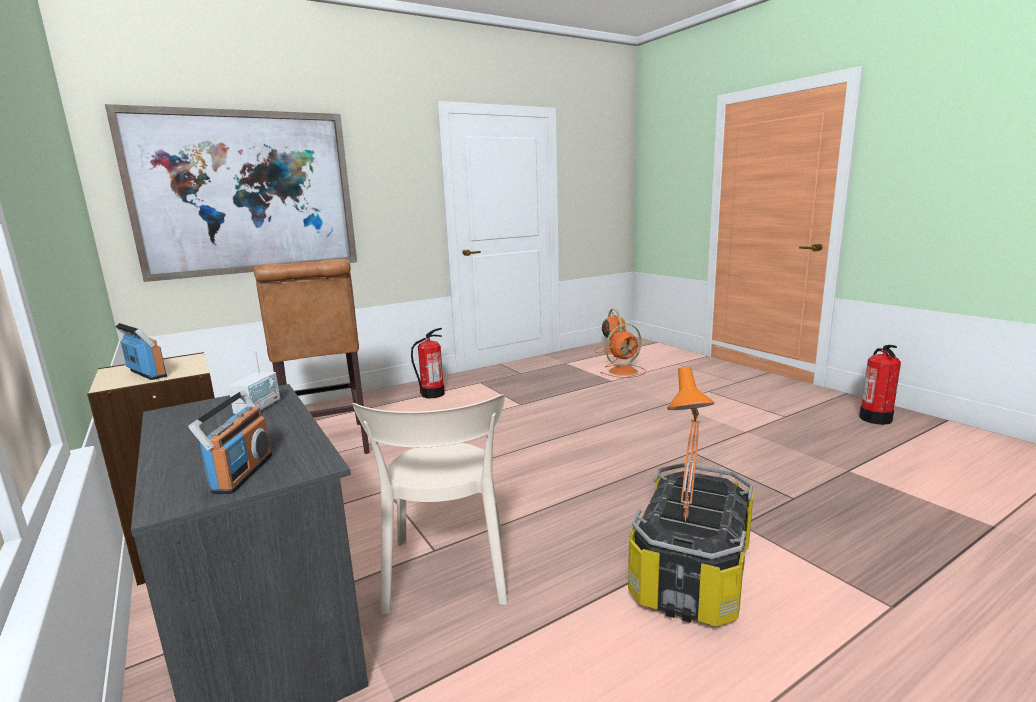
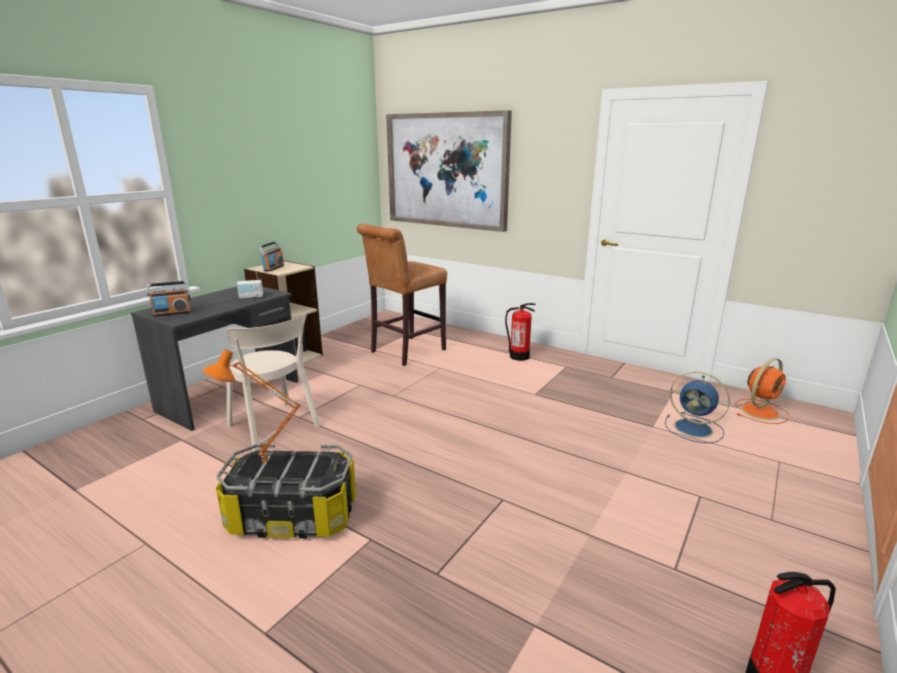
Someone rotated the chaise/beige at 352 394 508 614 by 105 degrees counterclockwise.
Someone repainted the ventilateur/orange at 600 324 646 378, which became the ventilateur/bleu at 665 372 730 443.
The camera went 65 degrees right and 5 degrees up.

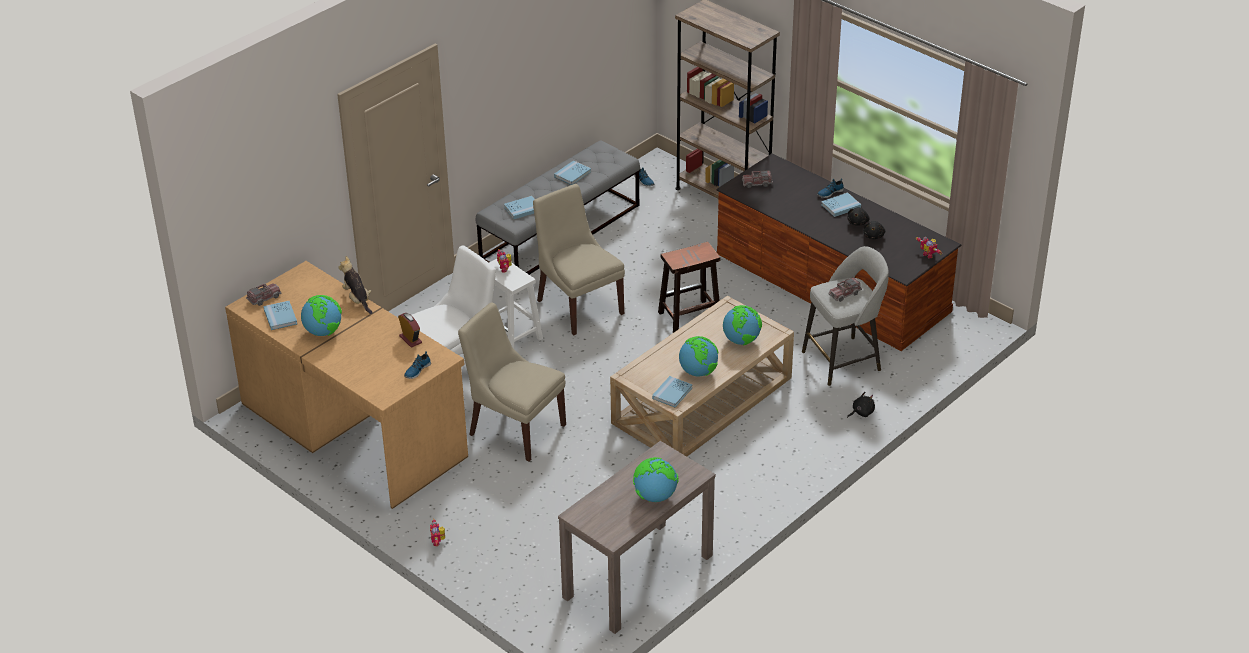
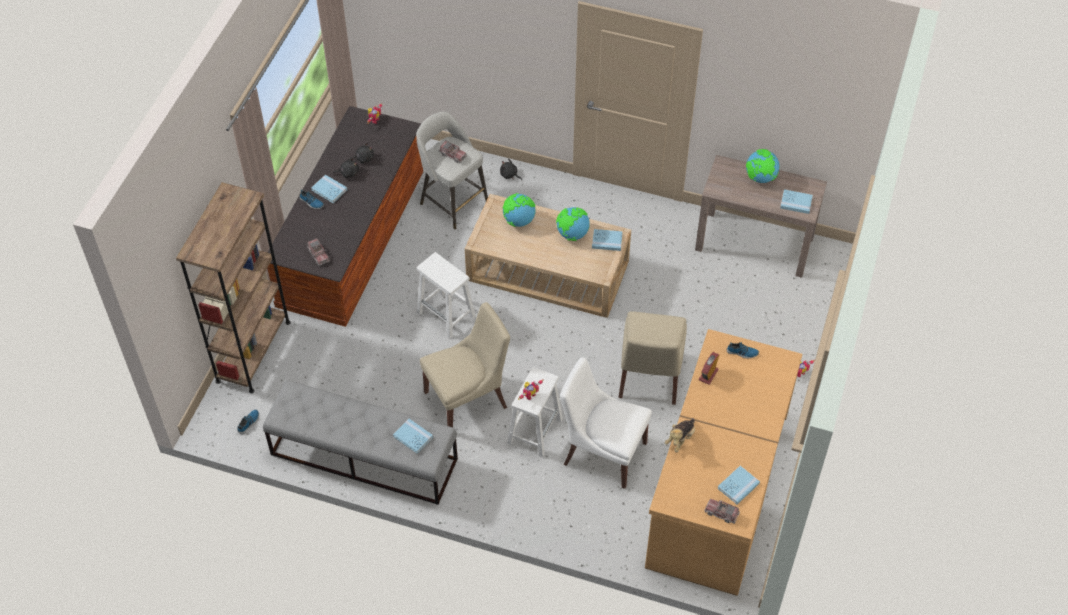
Someone took away the globe at 301 295 342 336.
Someone rotated the chaise/beige at 533 184 625 335 by 150 degrees counterclockwise.
Someone carried the livre/bleu from 554 160 591 185 to 780 189 813 214.
Someone repainted the tabouret/marron at 658 242 720 333, which became the tabouret/blanc at 416 252 476 338.
The camera went 115 degrees left and 15 degrees up.

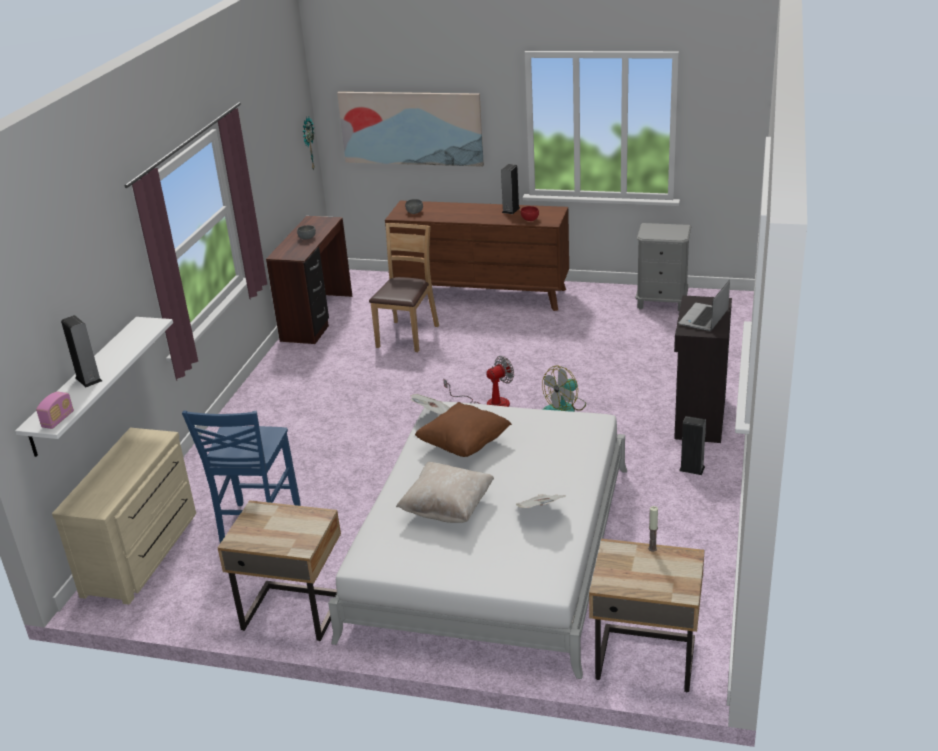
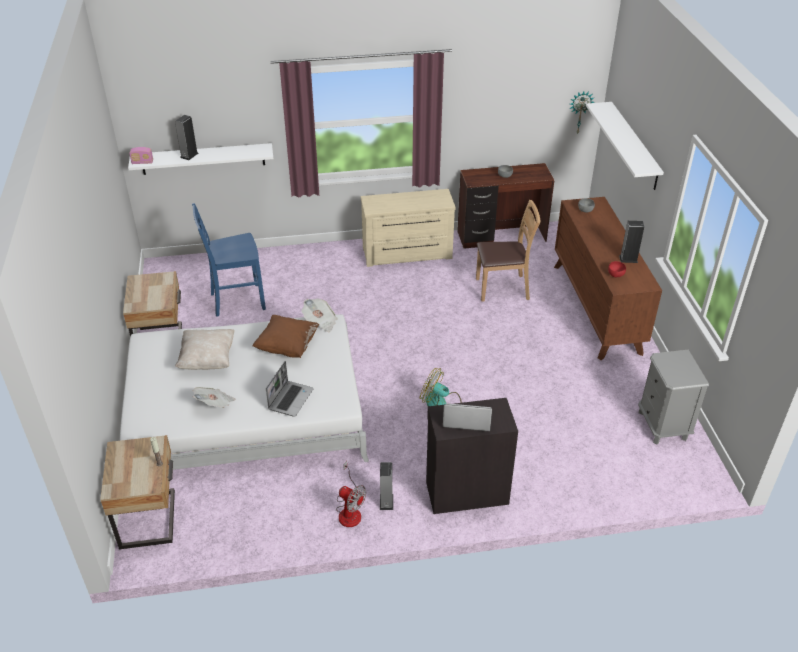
Someone carried the commode/beige from 52 428 196 605 to 361 189 455 267.
Someone swapped the tableau at 337 92 484 167 for the étagère/blanc at 586 102 664 190.
Someone carried the ventilateur from 444 356 514 407 to 336 461 366 527.
Someone put down the ordinateur portable at 266 361 313 417.
The camera went 65 degrees right and 10 degrees up.

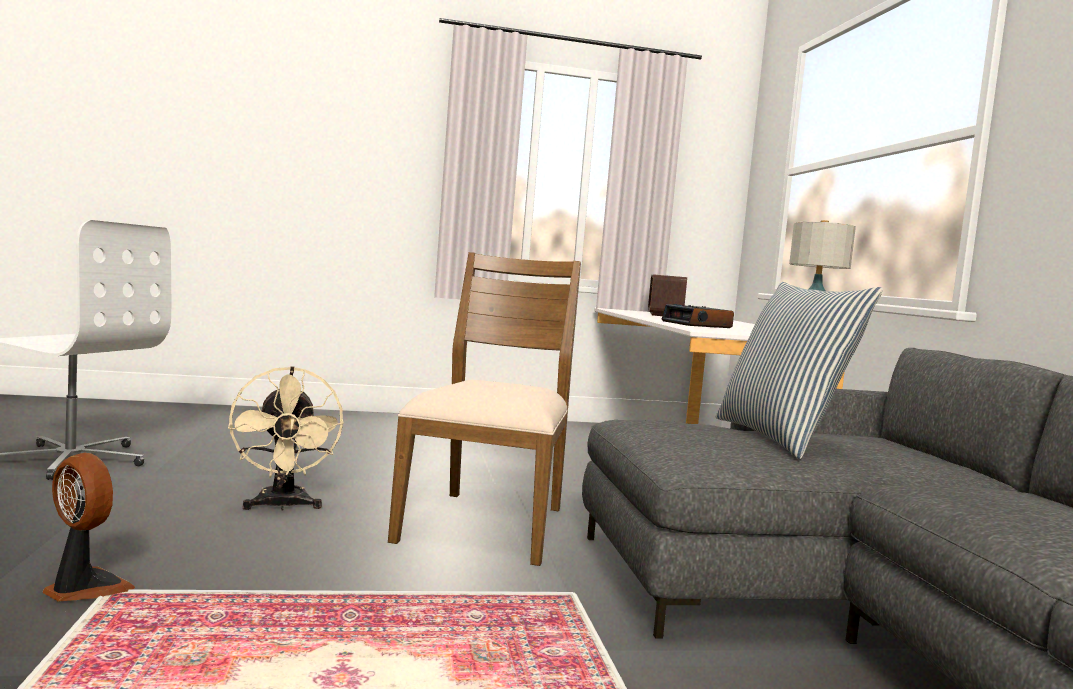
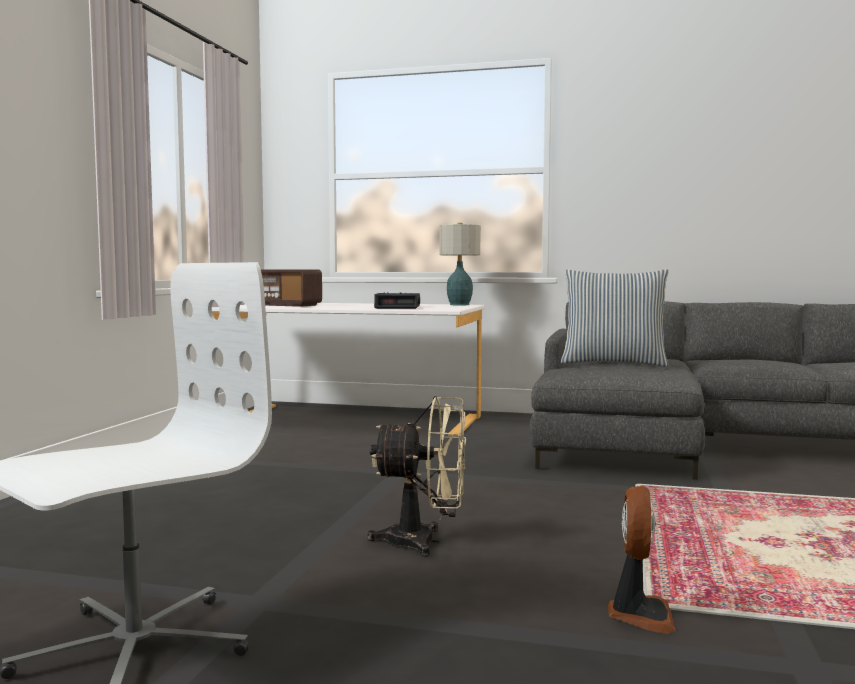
Someone rotated the ventilateur at 43 453 135 601 by 135 degrees clockwise.
Someone took away the chaise/marron at 388 252 581 566.
The camera went 65 degrees left and 0 degrees up.

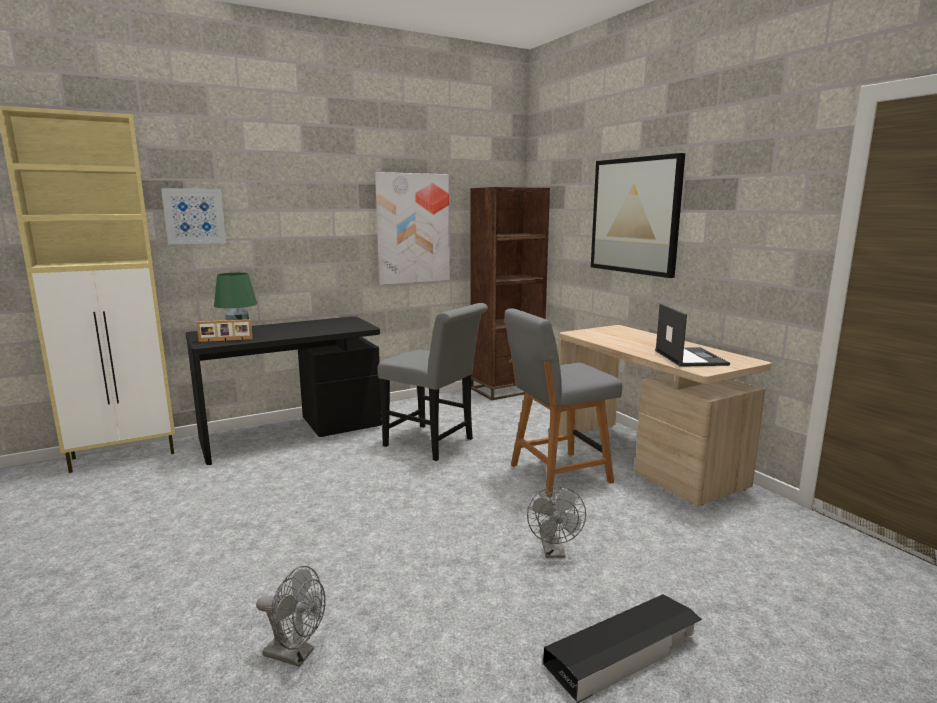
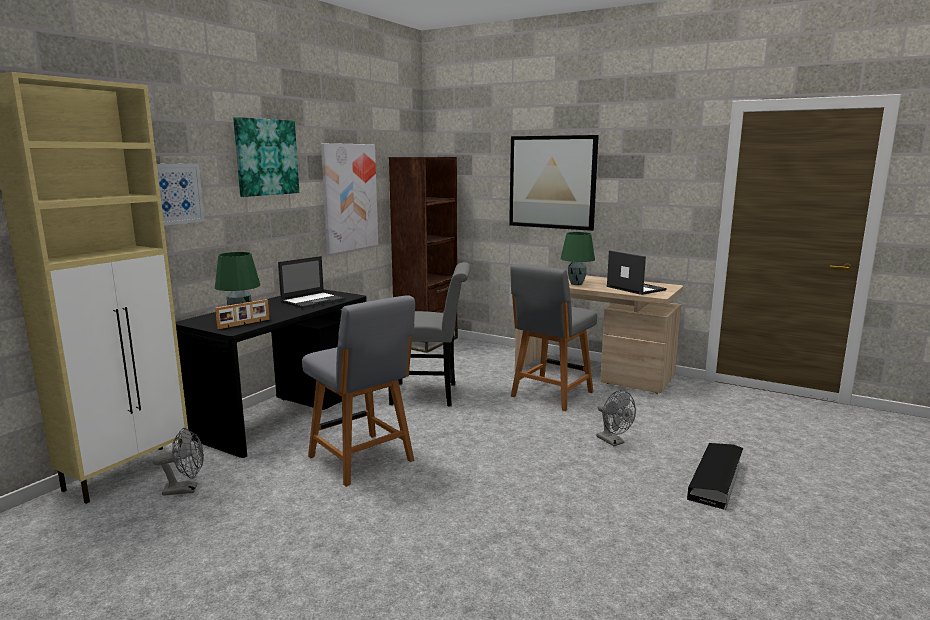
Someone carried the ventilateur/gris from 256 566 326 667 to 153 428 204 496.
Someone put up the tableau at 233 117 299 197.
Someone put down the ordinateur portable at 278 256 346 309.
Someone put down the chaise/gris at 302 295 415 487.
Someone put down the lampe de table/vert at 560 232 595 285.
The camera went 30 degrees left and 0 degrees up.

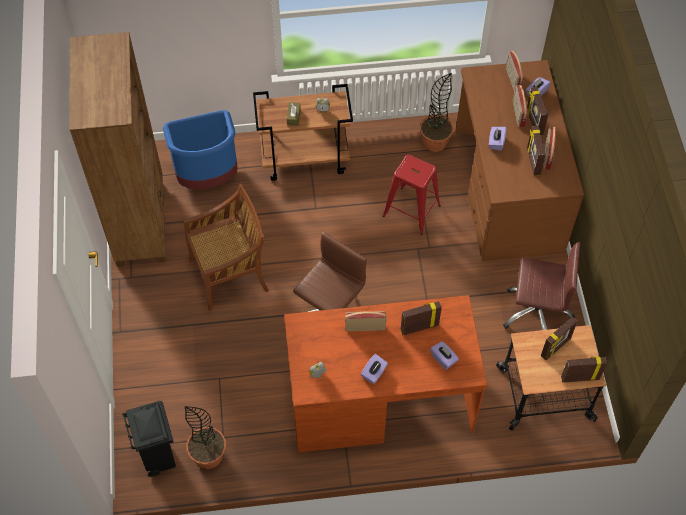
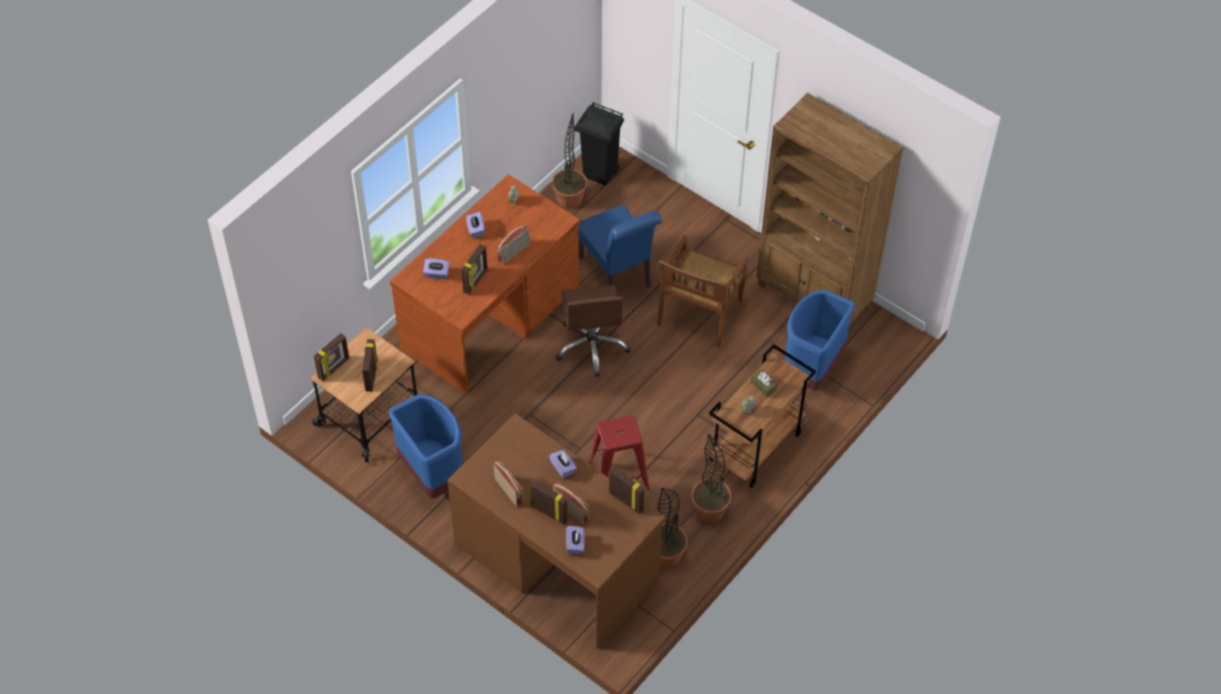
Someone swapped the chaise de bureau/marron at 503 242 580 330 for the poubelle/bleu at 389 394 463 499.
Someone took away the radio at 506 51 524 91.
Someone carried the cadre photo from 527 126 546 176 to 608 467 646 514.
Someone put down the chaise/bleu at 578 205 662 287.
Someone put down the plante en pot at 691 433 732 523.
The camera went 135 degrees right and 5 degrees down.

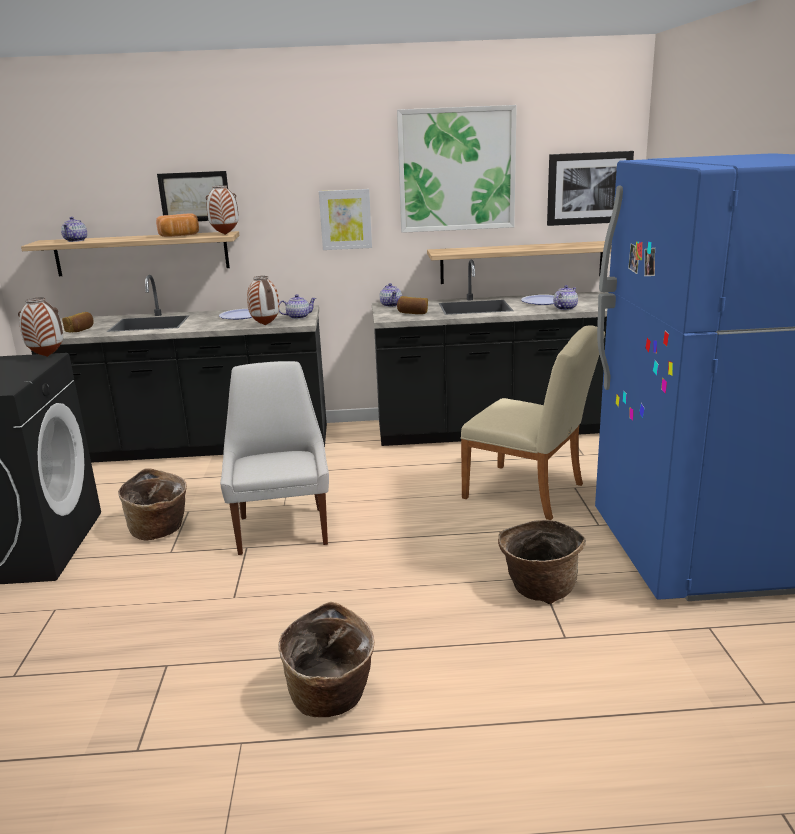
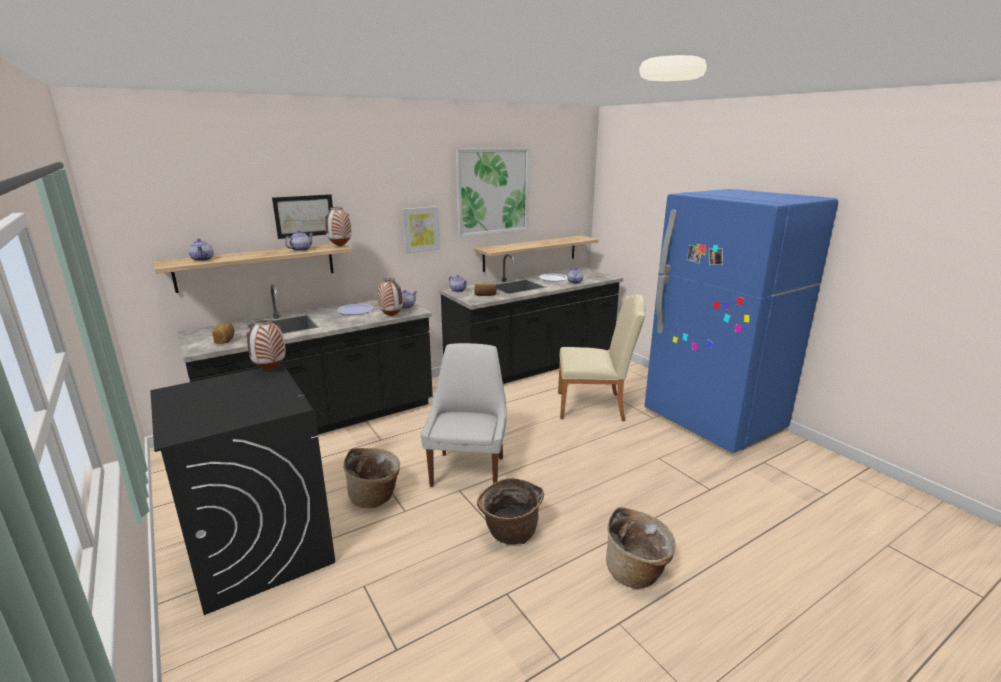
Someone swapped the pain at 156 213 199 237 for the théière at 285 230 314 251.
Someone rotated the chaise/blanc at 220 361 329 555 by 45 degrees clockwise.
Someone carried the panier from 498 520 586 604 to 477 478 544 545.
Someone took away the tableau at 547 151 634 226.
The camera went 30 degrees left and 0 degrees up.

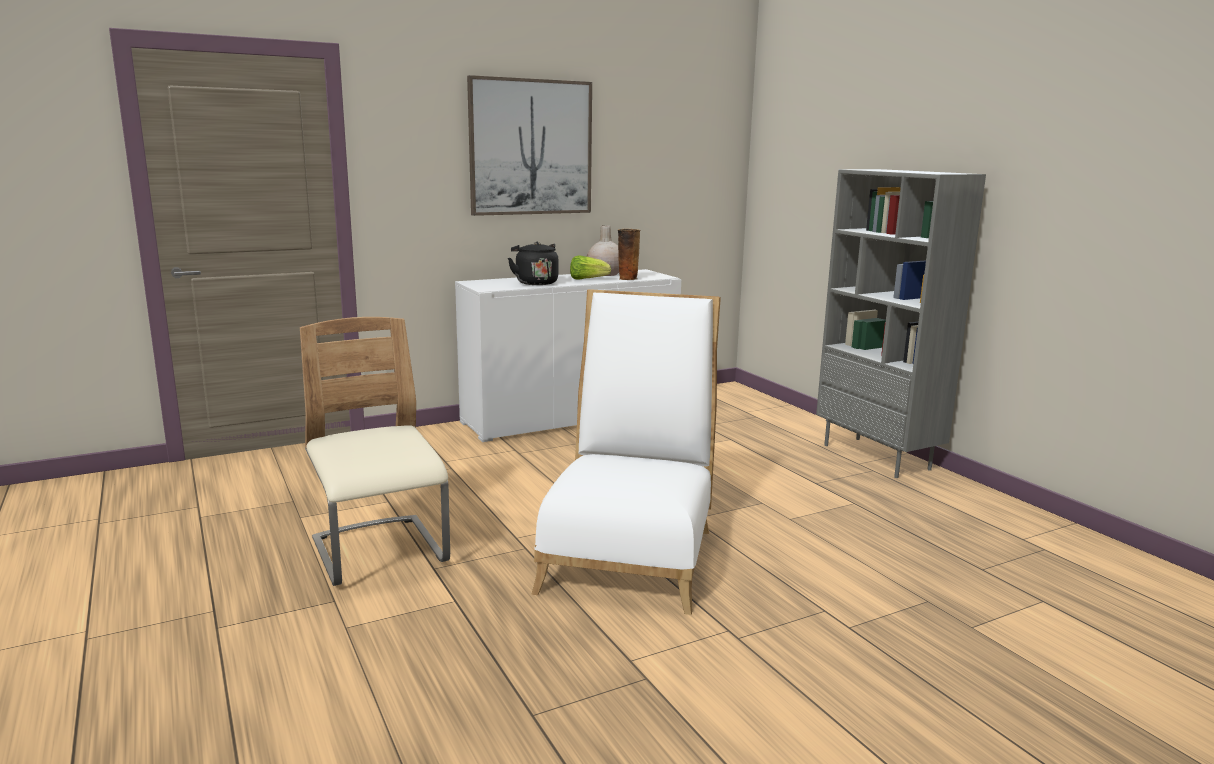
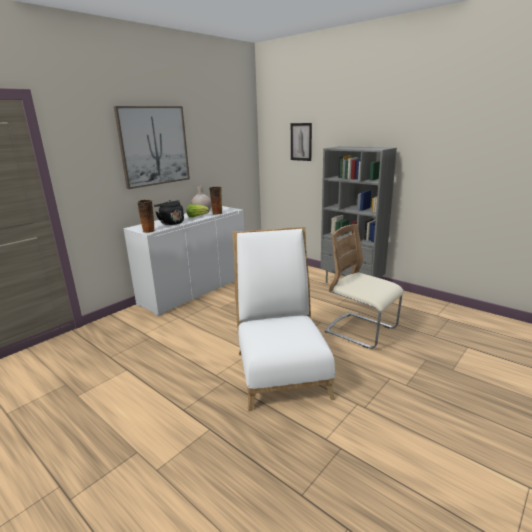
Someone carried the chaise/beige from 300 317 450 586 to 325 224 404 349.
Someone put down the vase at 137 199 155 233.
Someone put up the tableau at 291 123 312 161.
The camera went 20 degrees left and 5 degrees up.

